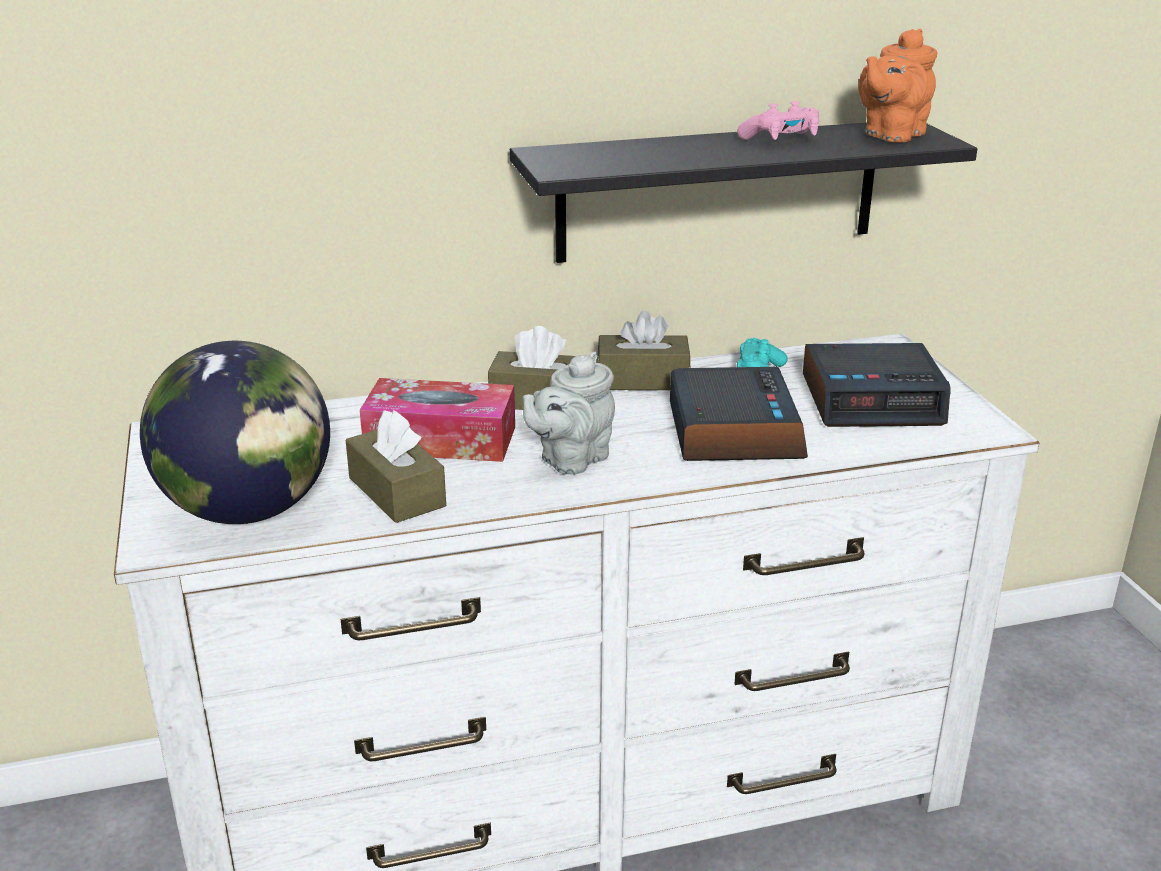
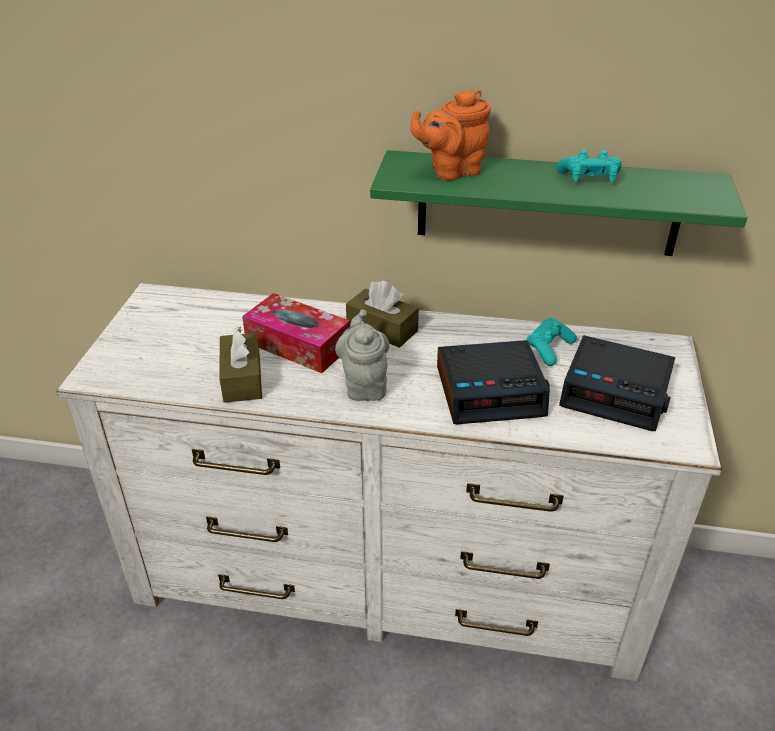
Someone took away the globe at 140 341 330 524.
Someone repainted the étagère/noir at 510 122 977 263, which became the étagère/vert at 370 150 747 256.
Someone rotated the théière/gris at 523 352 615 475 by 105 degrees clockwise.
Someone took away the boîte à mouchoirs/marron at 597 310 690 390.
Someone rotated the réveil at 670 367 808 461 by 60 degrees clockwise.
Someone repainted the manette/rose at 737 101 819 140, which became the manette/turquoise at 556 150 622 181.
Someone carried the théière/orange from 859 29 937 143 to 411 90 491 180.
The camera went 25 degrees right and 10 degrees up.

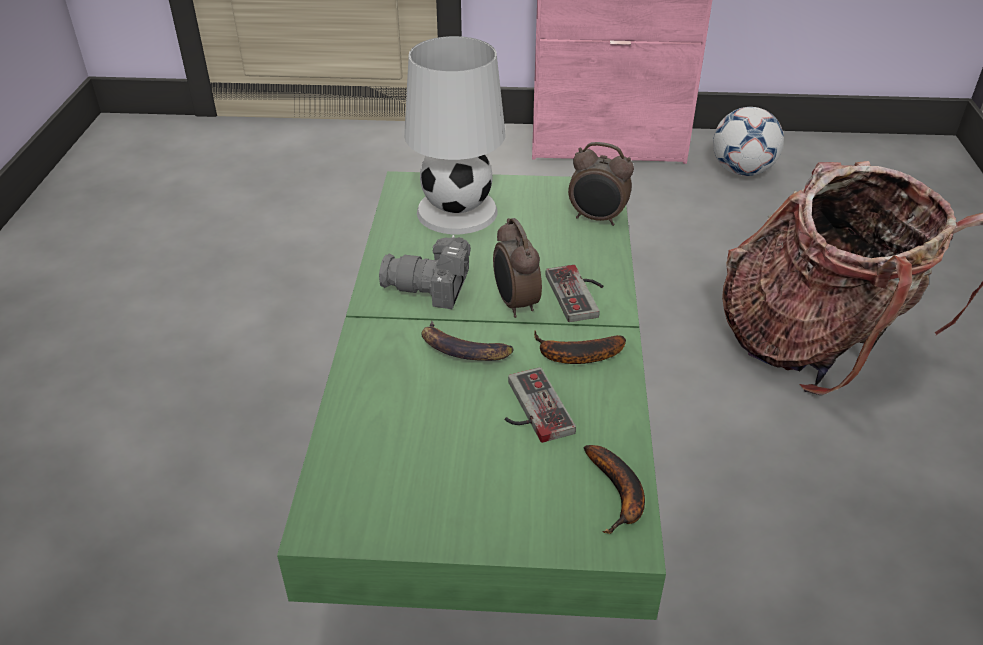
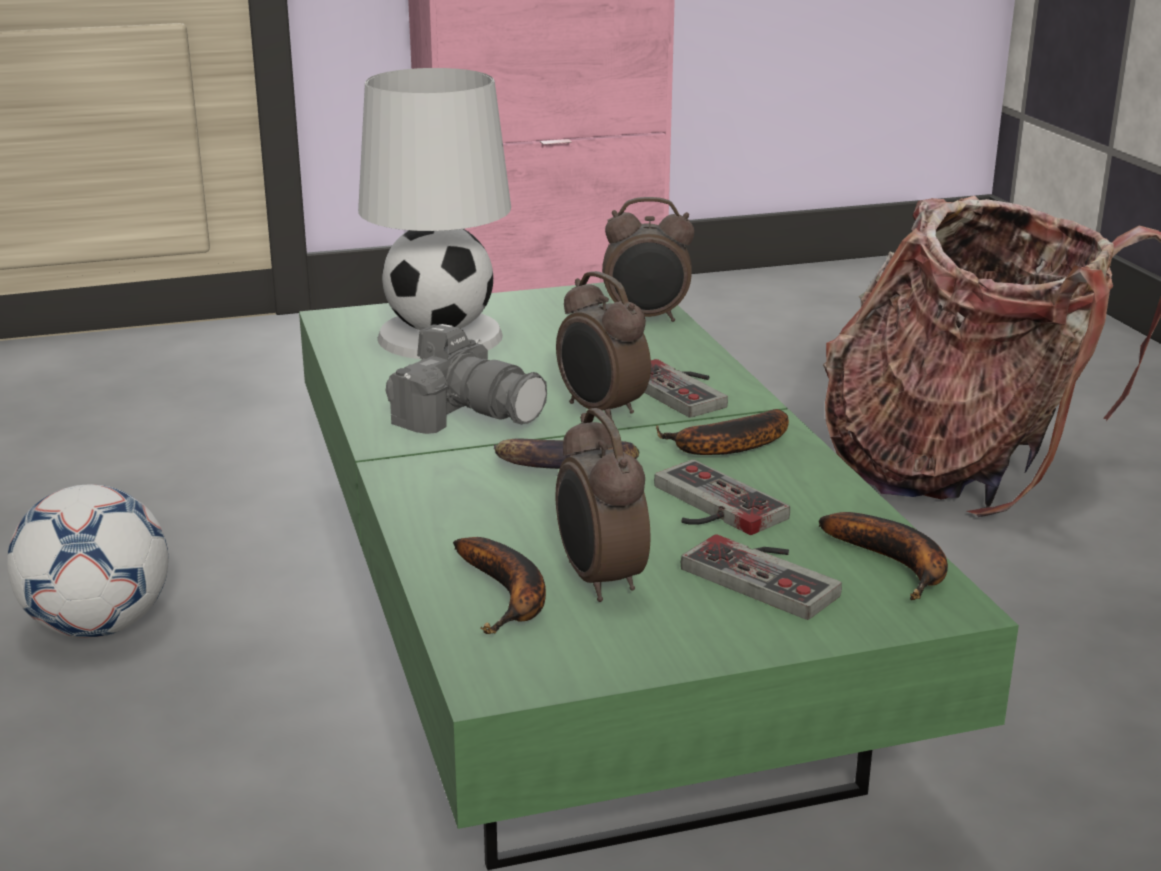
Someone rotated the appareil photo at 379 235 471 309 by 135 degrees counterclockwise.
Someone carried the ballon de foot from 713 107 784 176 to 7 484 168 638.
Someone put down the banane at 453 537 546 634.
Someone put down the réveil at 556 408 650 602.
Someone put down the manette at 681 534 842 620.
The camera went 20 degrees left and 15 degrees down.

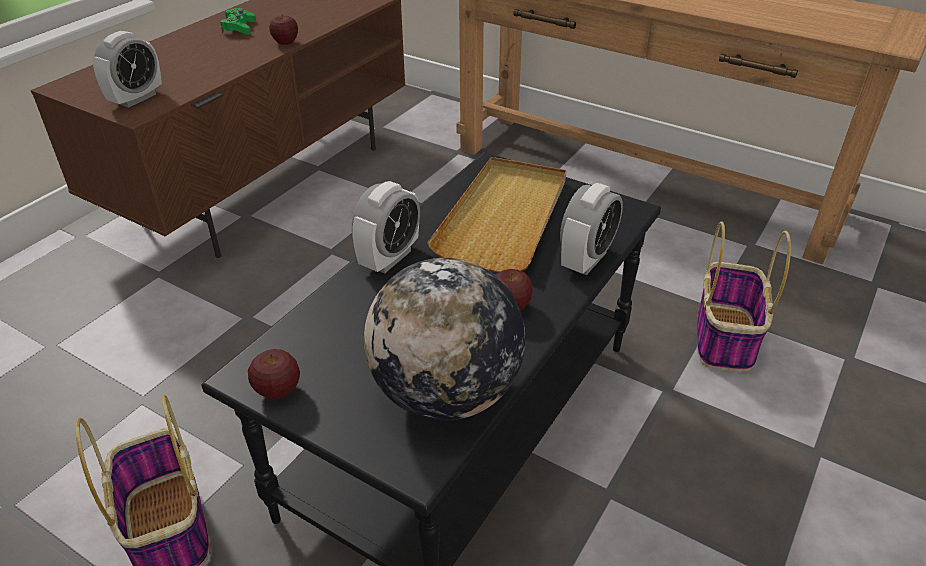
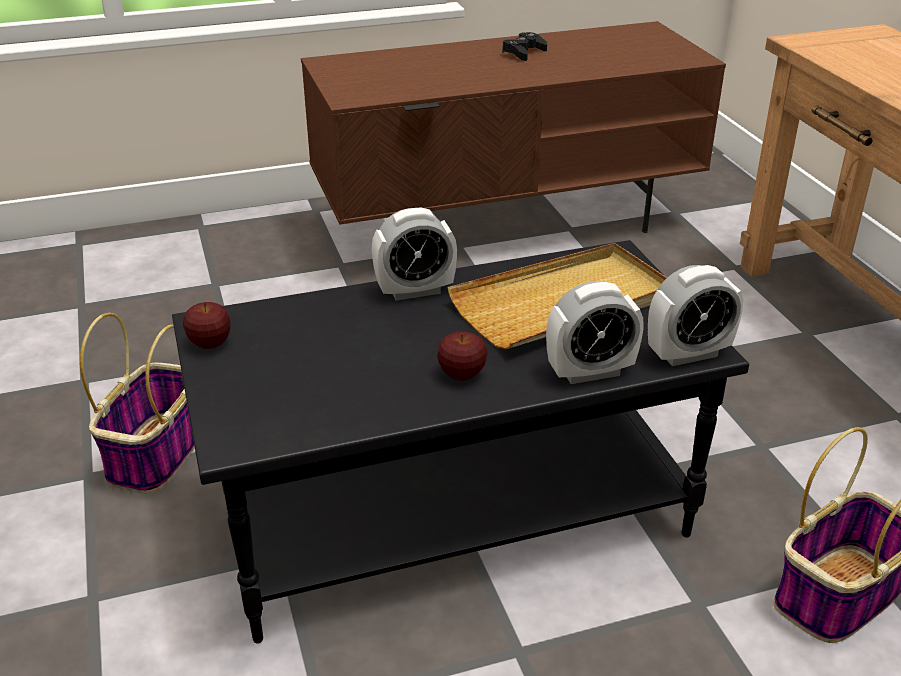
Someone carried the réveil from 93 31 162 108 to 648 265 743 366.
Someone repainted the manette/vert at 220 8 256 35, which became the manette/noir at 502 32 547 61.
Someone took away the pomme at 269 14 298 45.
Someone took away the globe at 364 258 525 421.
The camera went 40 degrees right and 5 degrees down.

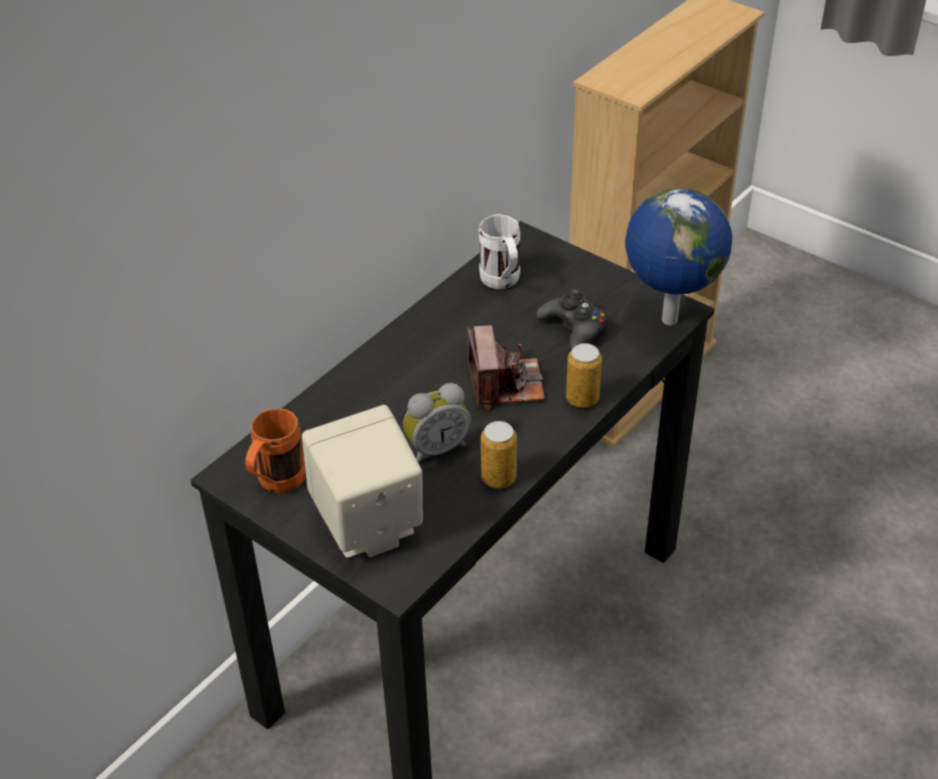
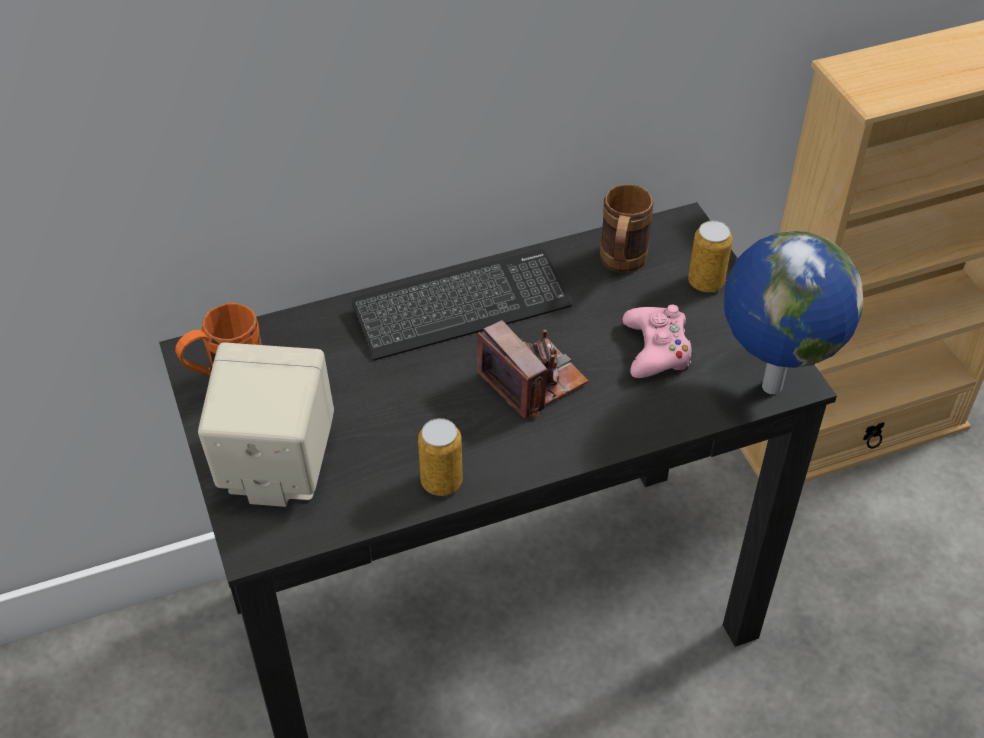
Someone took away the réveil at 403 383 471 463.
Someone rotated the appareil photo at 467 325 545 409 by 60 degrees counterclockwise.
Someone repainted the mug/blanc at 479 214 520 289, which became the mug/marron at 600 184 653 273.
Someone repainted the manette/noir at 536 289 608 349, which became the manette/rose at 623 305 692 378.
Someone carried the boîte métallique from 566 343 602 408 to 688 221 733 292.
Someone put down the clavier at 352 249 571 361.
The camera went 30 degrees right and 5 degrees up.

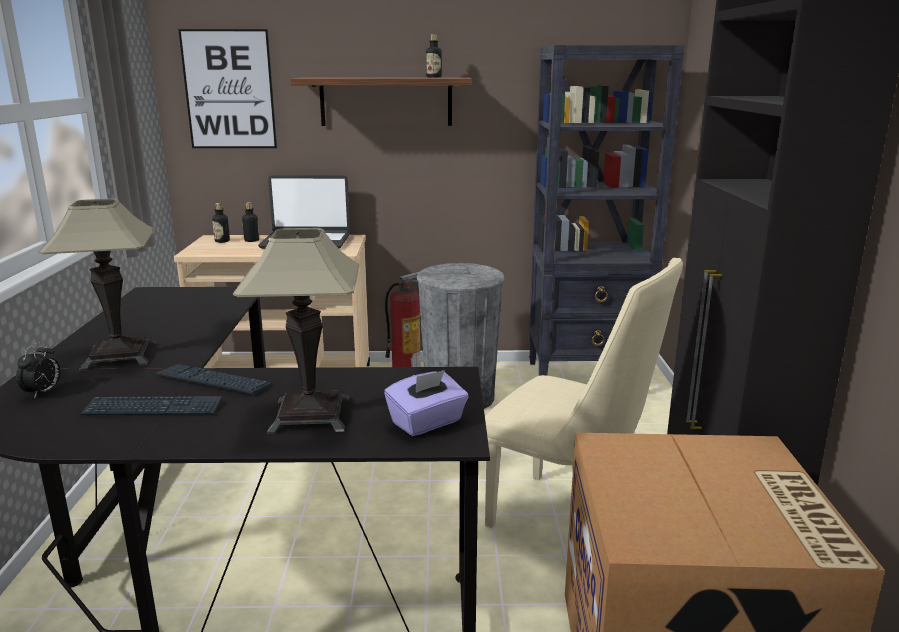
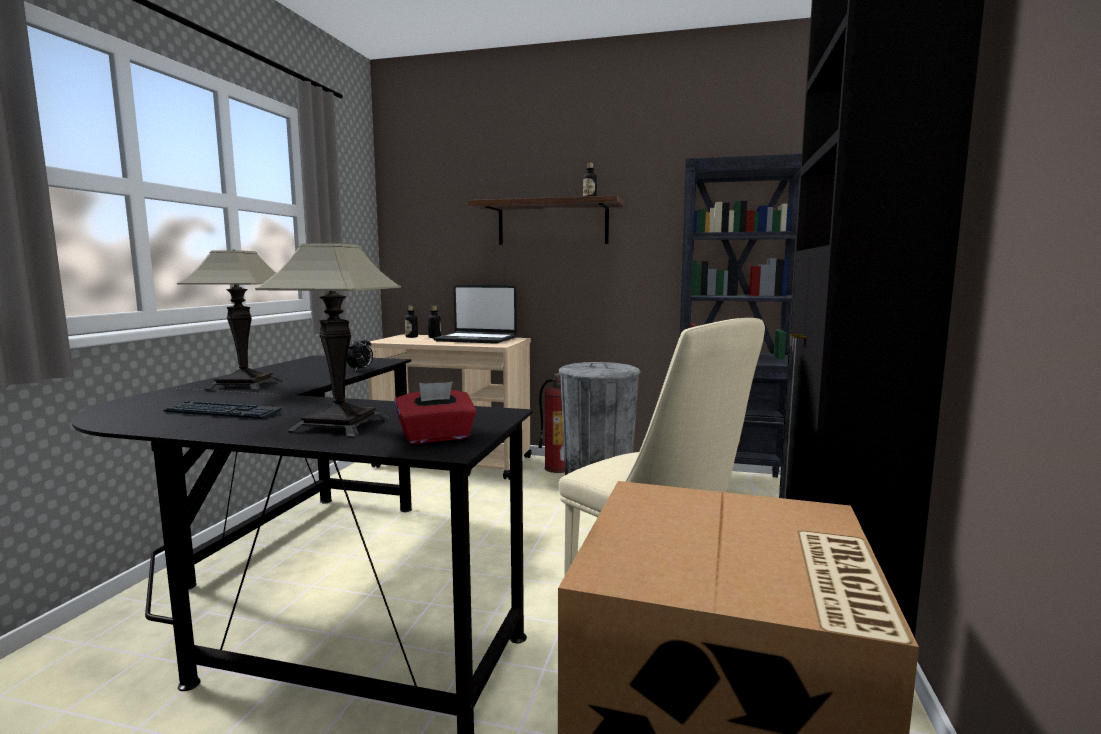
Someone carried the réveil from 16 342 60 399 to 347 335 373 371.
Someone took away the clavier at 156 364 271 395.
Someone took away the tableau at 178 29 277 148.
Someone repainted the boîte à mouchoirs/violet at 384 370 469 436, which became the boîte à mouchoirs/rouge at 394 382 477 444.
The camera went 15 degrees right and 10 degrees down.

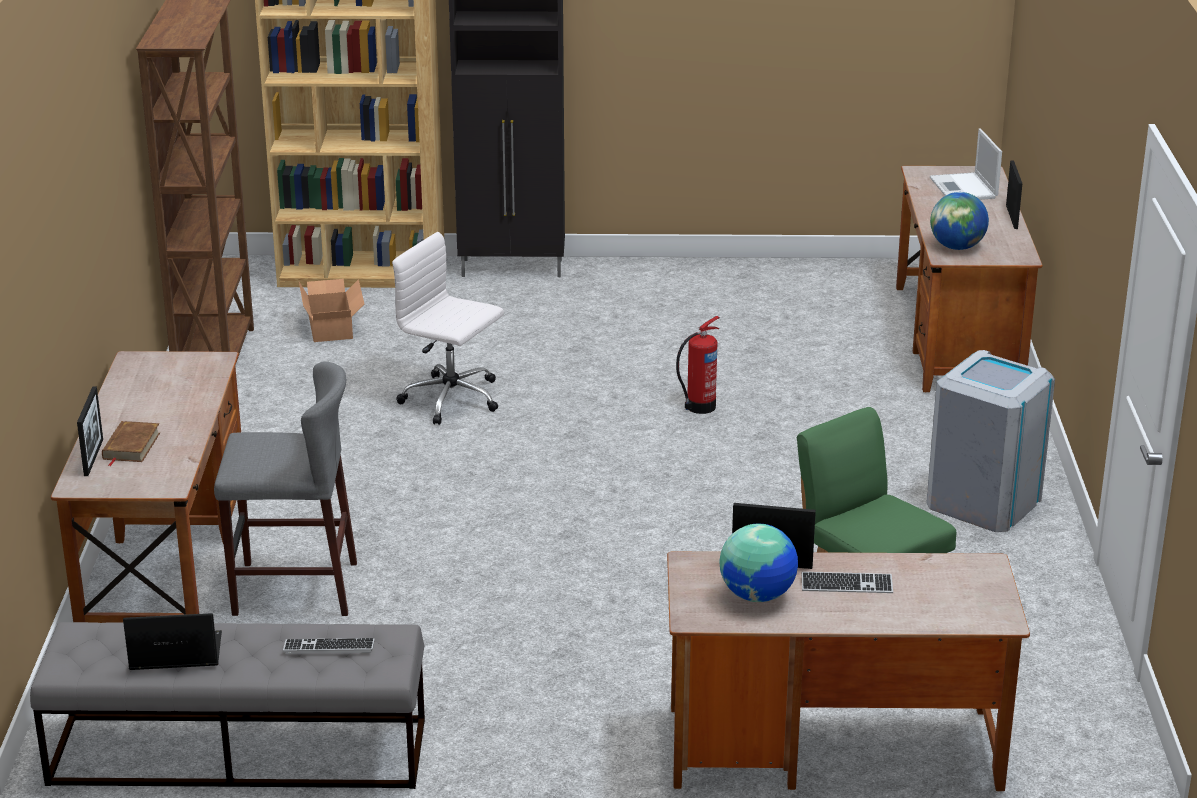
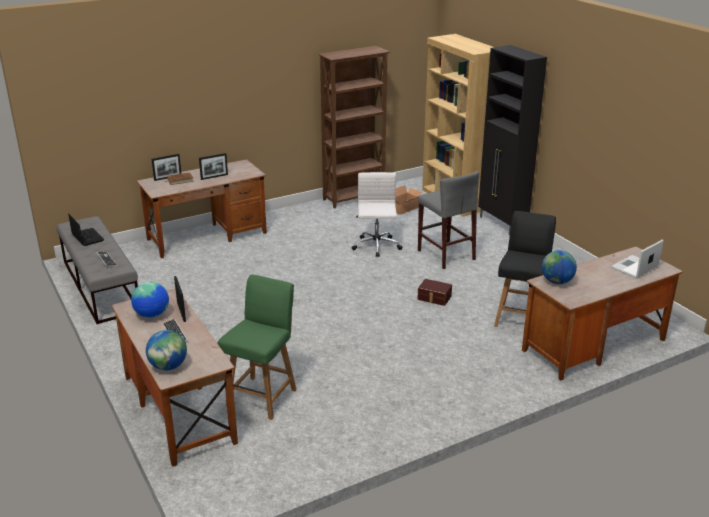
Someone carried the tabouret/gris from 214 361 357 616 to 418 171 479 269.
Someone swapped the extincteur at 676 316 720 414 for the boîte de rangement/marron at 417 279 452 306.
Someone took away the poubelle/gris at 926 350 1055 532.
Someone carried the cadre photo from 1006 161 1022 229 to 199 153 228 180.
Someone put down the globe at 146 330 187 370.
Someone put down the chaise/noir at 494 211 556 327.
The camera went 60 degrees right and 0 degrees up.

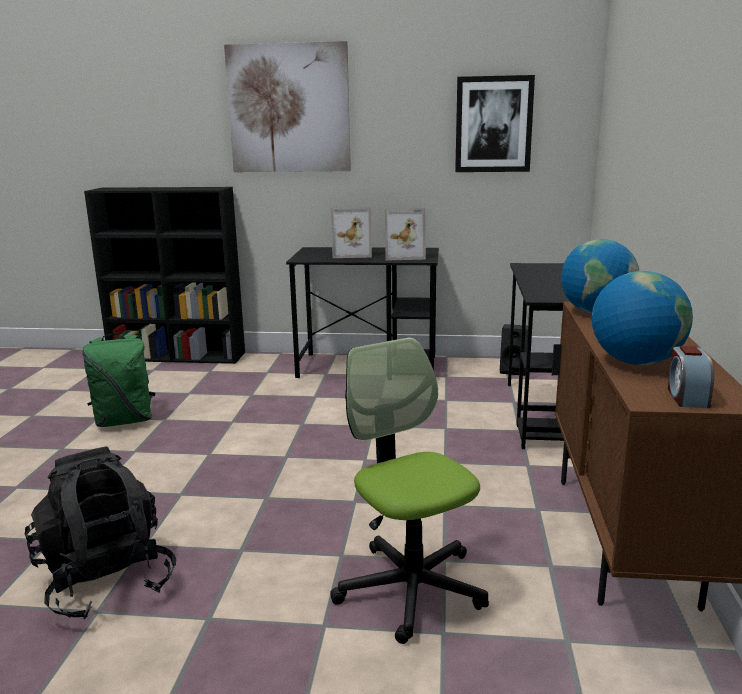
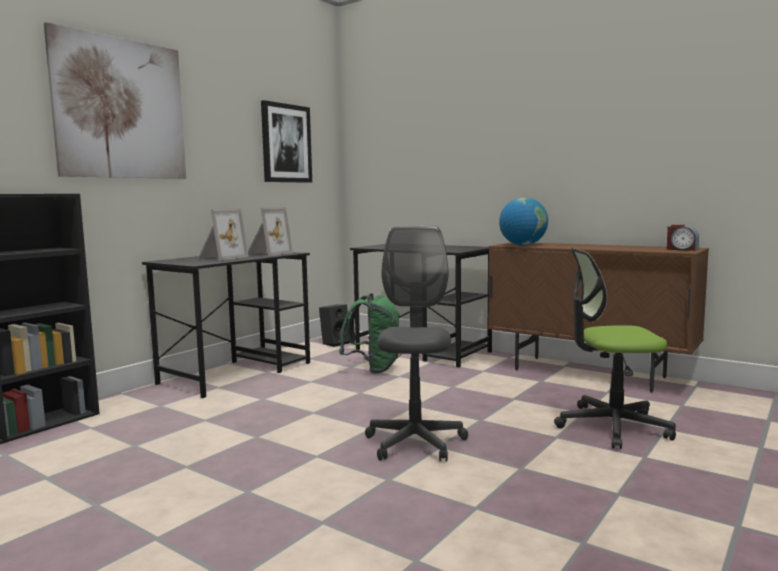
Someone took away the sac à dos/noir at 25 447 176 620.
Someone carried the sac à dos/vert from 82 333 155 427 to 339 293 400 374.
Someone took away the globe at 592 271 693 365.
Someone put down the chaise de bureau/gris at 365 226 468 461.
The camera went 60 degrees left and 10 degrees down.

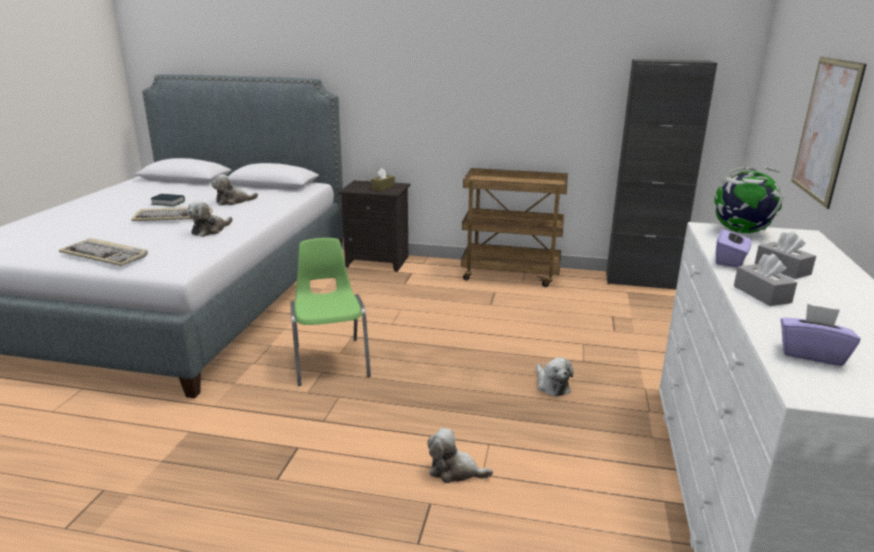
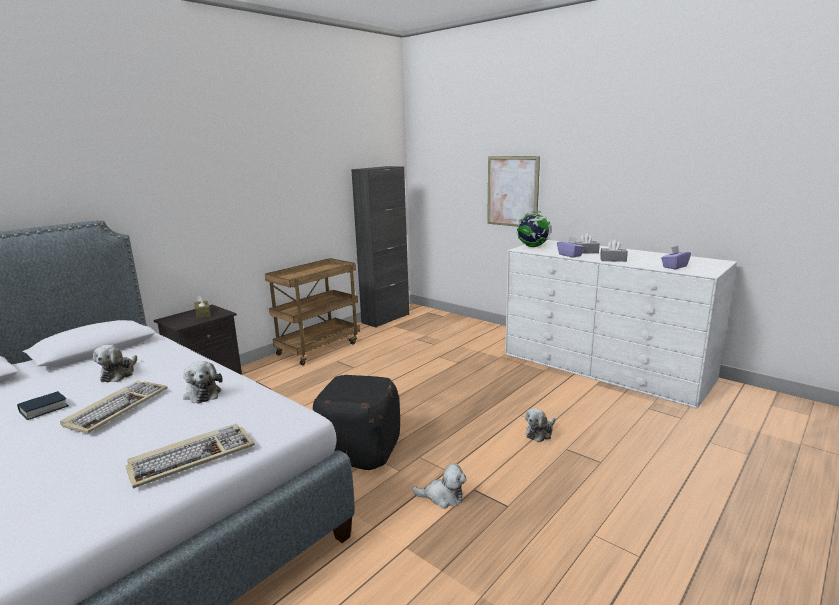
Someone swapped the chaise/vert at 291 238 371 386 for the pouf/noir at 313 375 400 470.
Someone carried the peluche from 536 357 574 397 to 412 464 466 509.
The camera went 60 degrees left and 5 degrees down.

